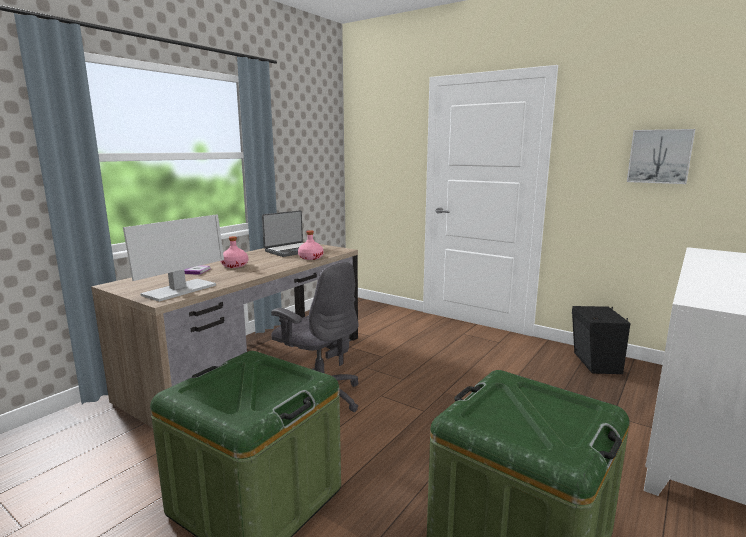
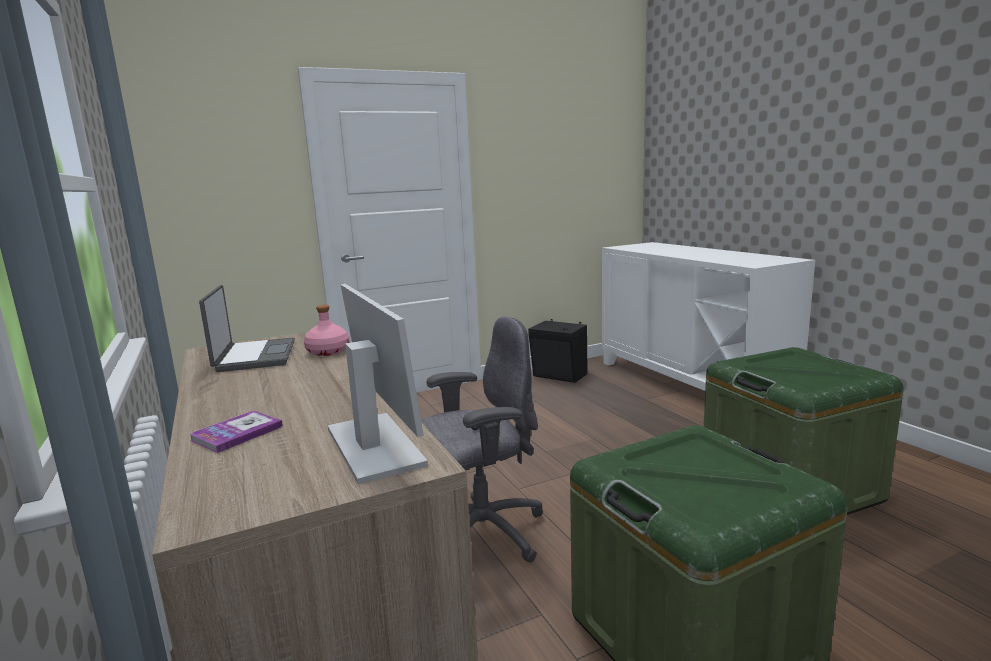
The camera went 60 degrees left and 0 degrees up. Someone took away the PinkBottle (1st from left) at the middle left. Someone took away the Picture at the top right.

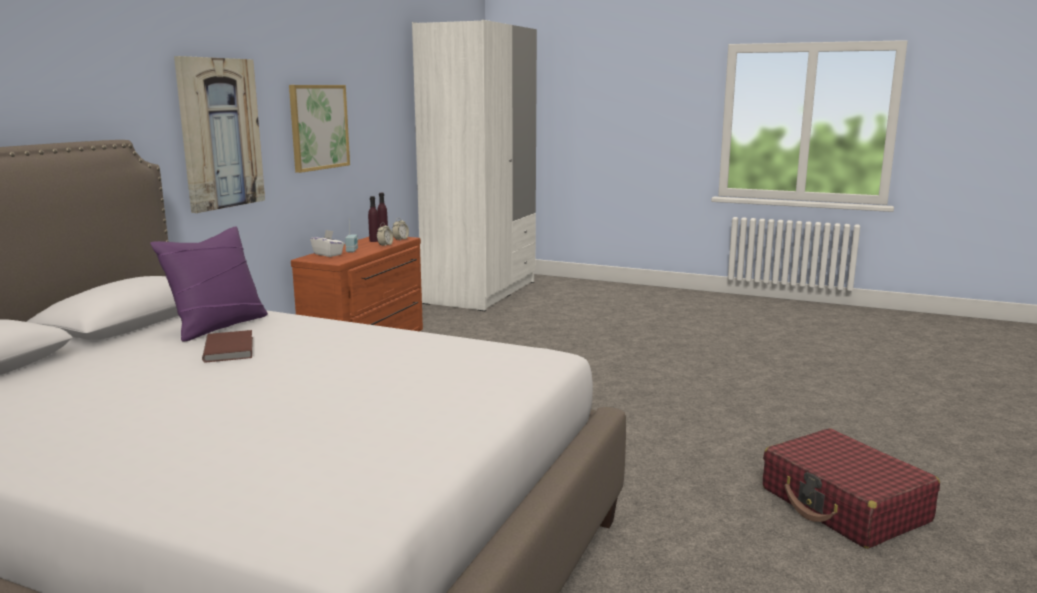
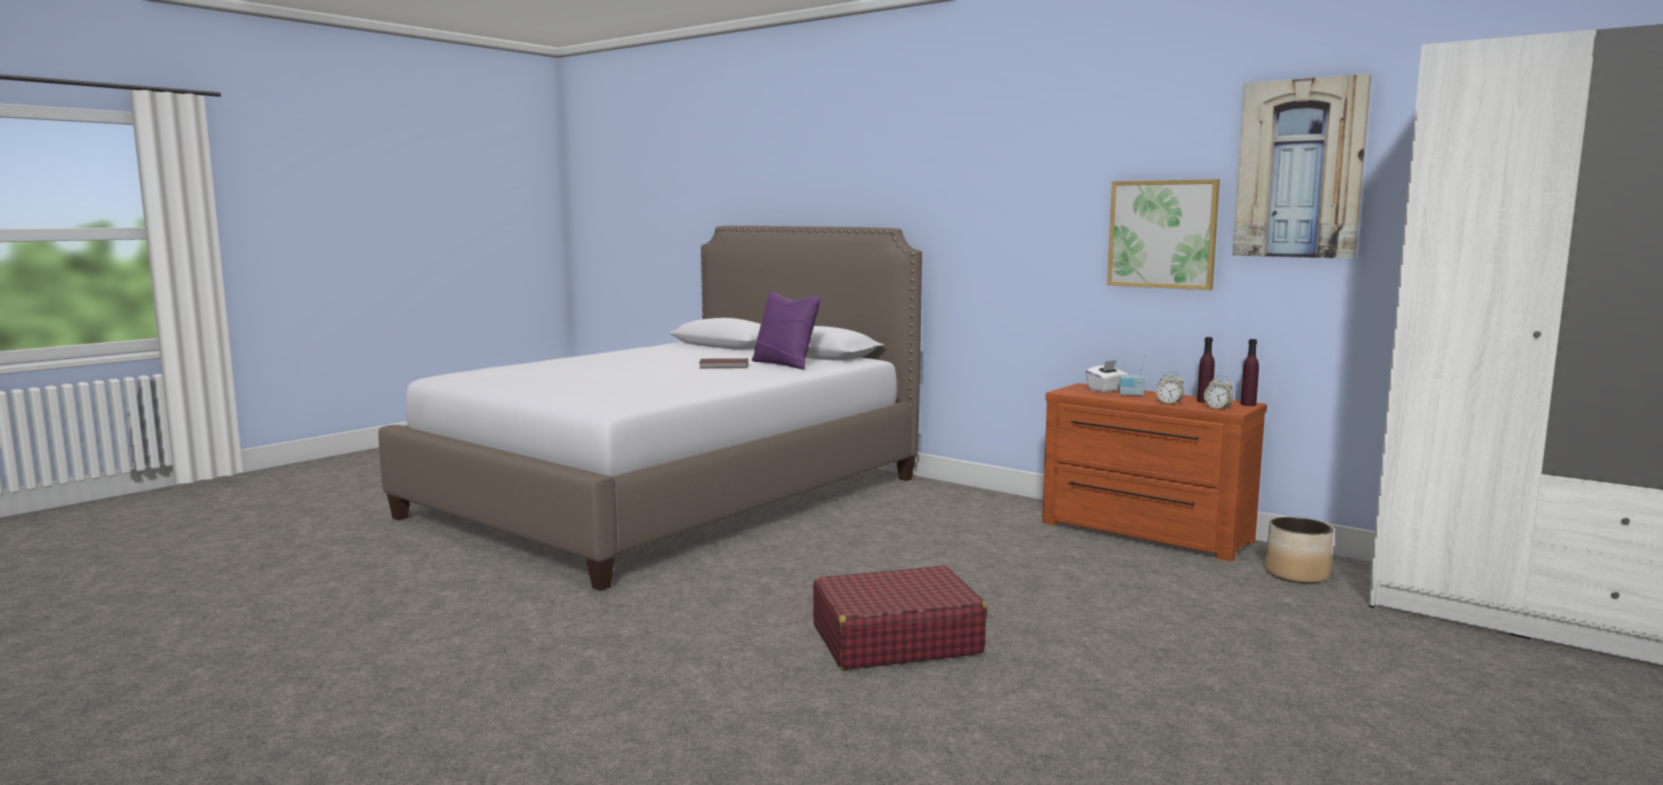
The camera went 105 degrees right and 5 degrees down. Someone put down the Planter at the bottom right. Someone carried the Picture (1st from left in the first image) from the top left to the top right. Someone carried the RedSuitcase from the bottom right to the bottom centre.

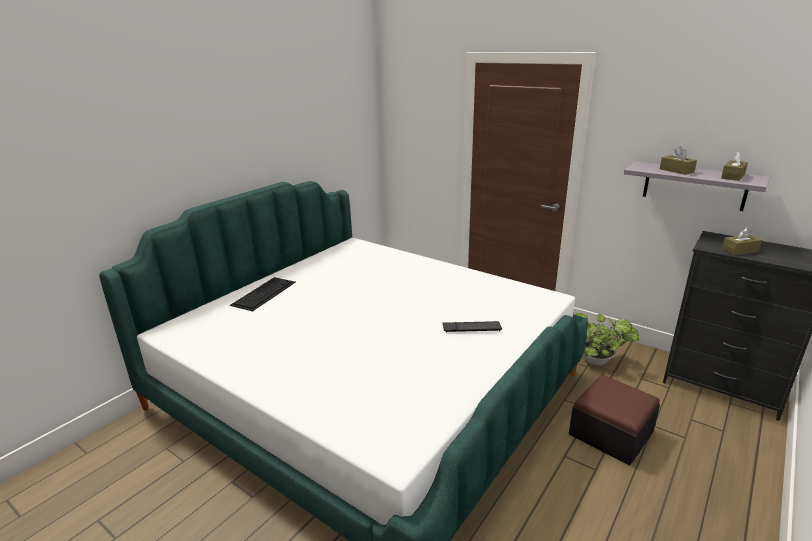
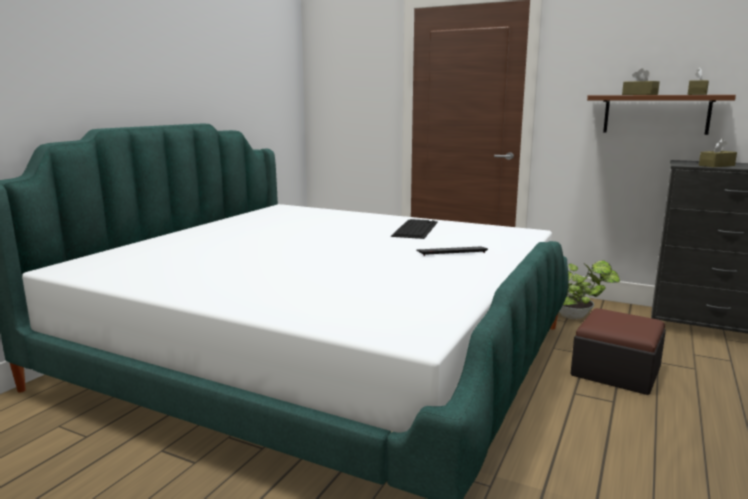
The camera went 10 degrees left and 10 degrees down. Someone carried the Keyboard (1st from left) from the middle left to the centre. Someone repainted the GreyShelf at the middle right, which became the BrownShelf at the top right.

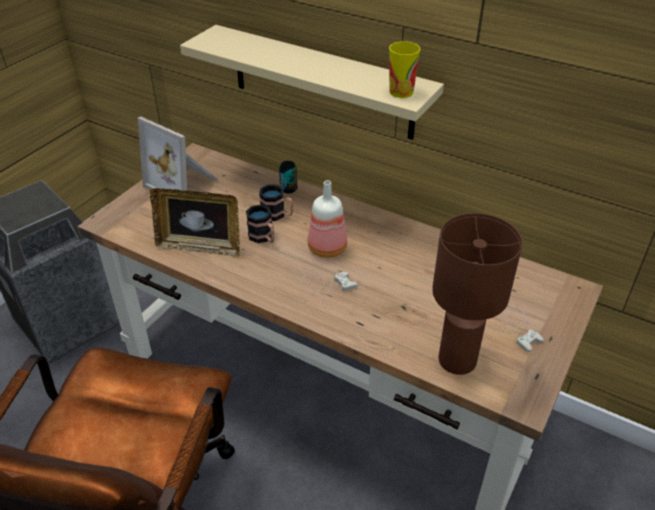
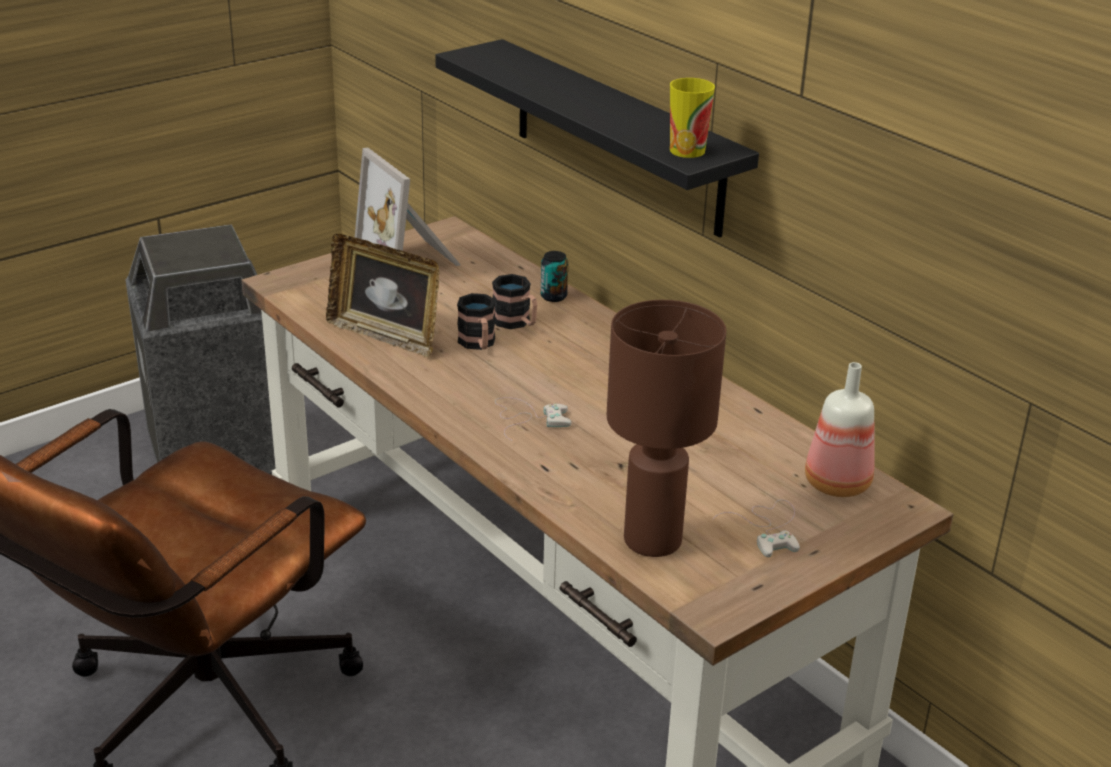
The camera went 20 degrees right and 10 degrees down. Someone carried the Bottle from the centre to the middle right. Someone repainted the BeigeShelf at the top centre, which became the BlackShelf at the top centre.

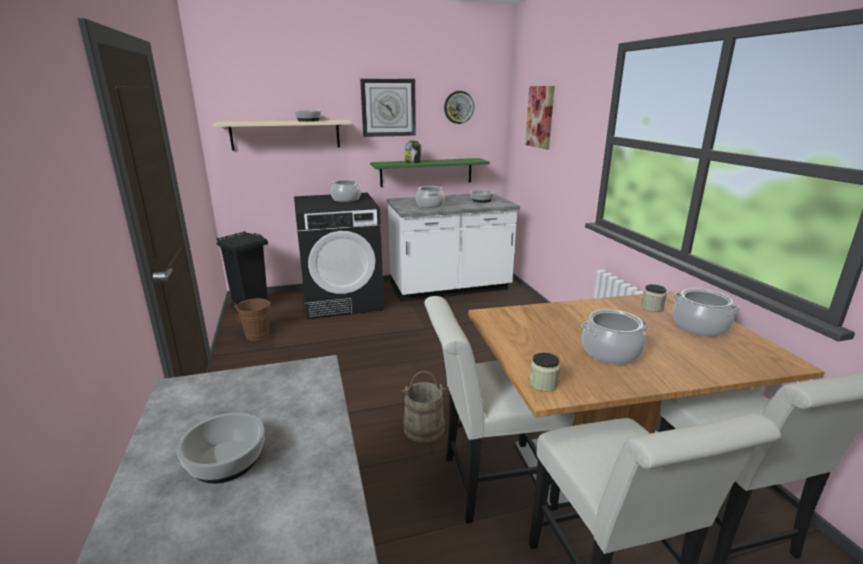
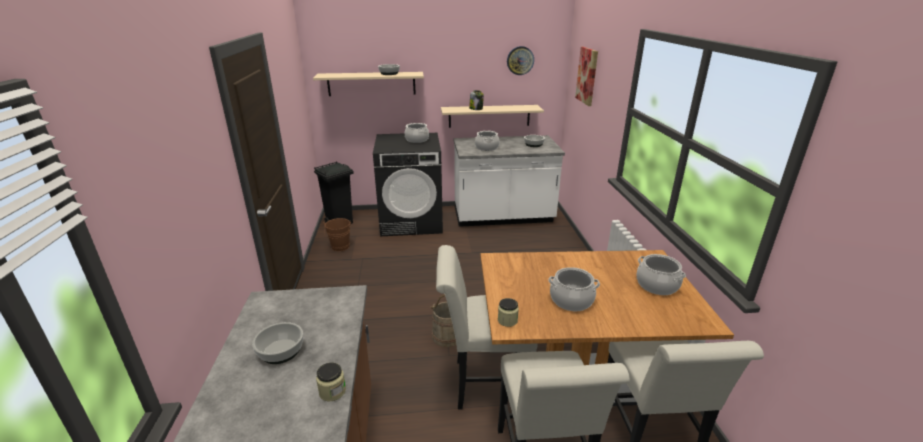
The camera went 10 degrees right and 5 degrees up. Someone took away the WallClock (1st from left) at the top centre. Someone carried the Jar (3rd from left in the first image) from the middle right to the bottom centre. Someone repainted the GreenShelf at the top centre, which became the BeigeShelf (2nd from left) at the top centre.

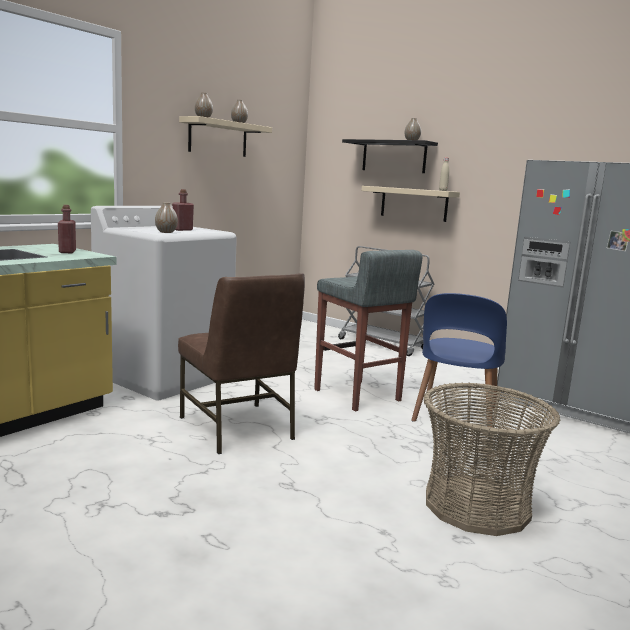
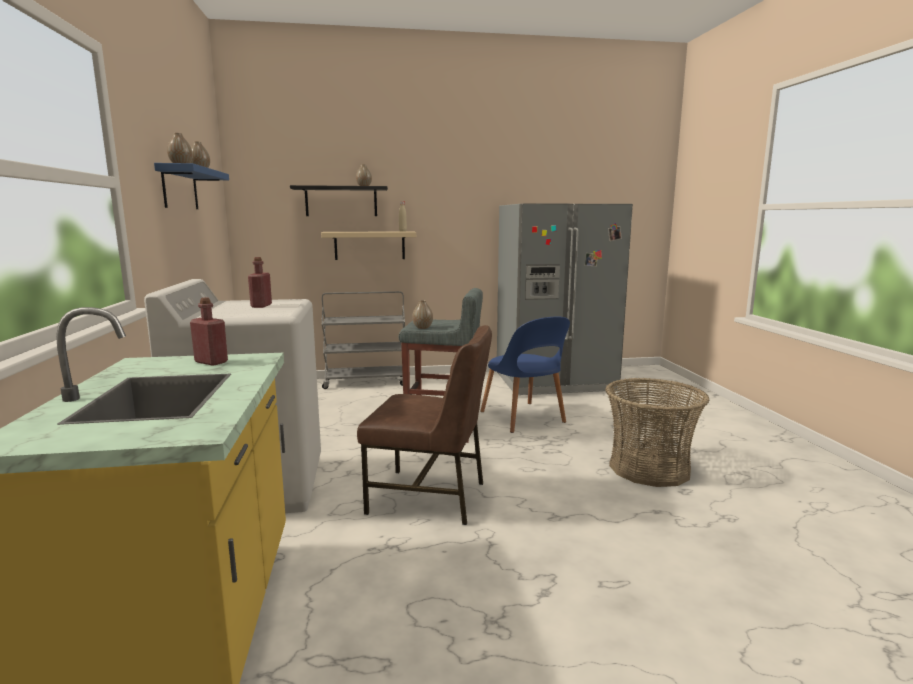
The camera went 45 degrees left and 0 degrees up. Someone carried the Vase (1st from left in the first image) from the middle left to the centre. Someone repainted the BeigeShelf (1st from left) at the top centre, which became the BlueShelf at the top left.

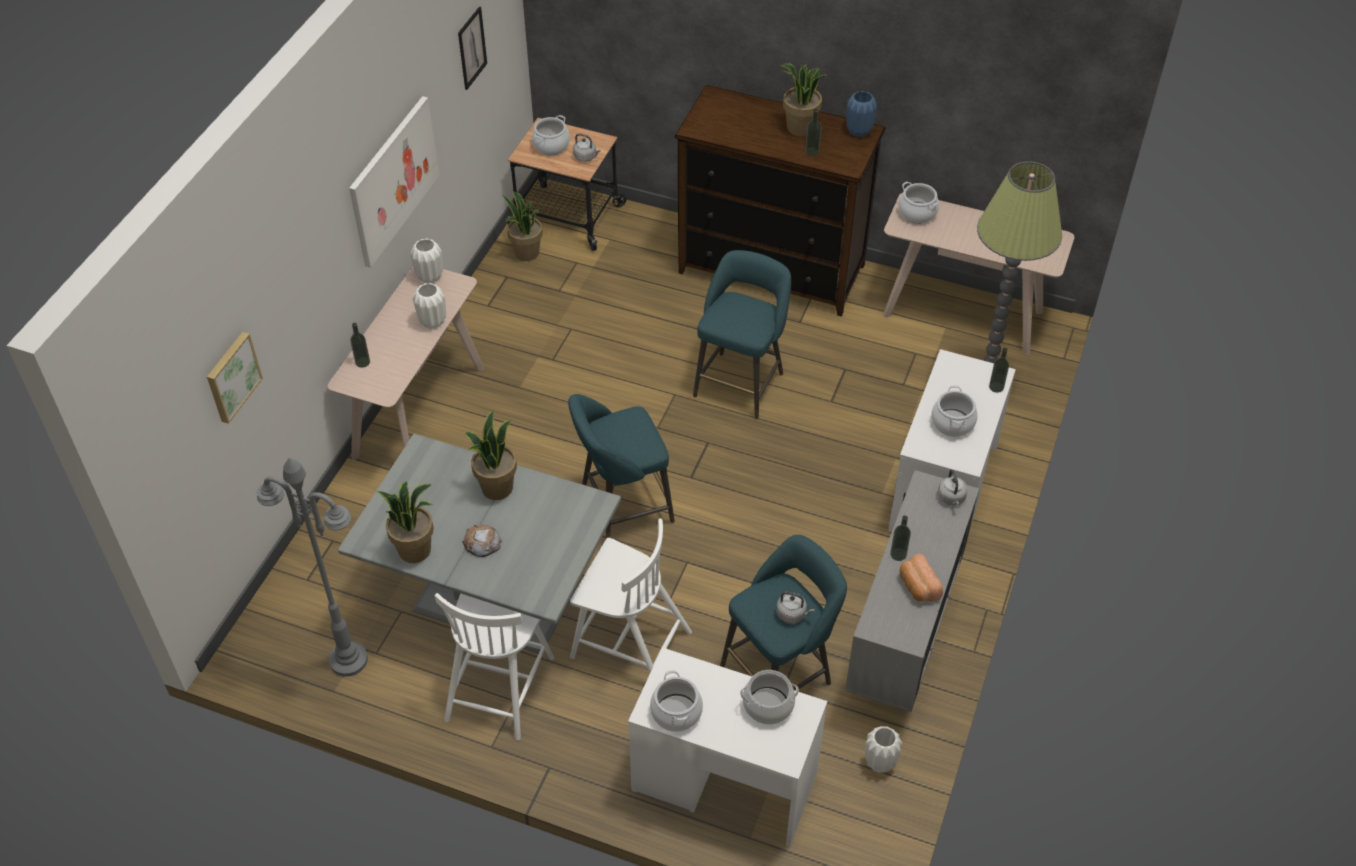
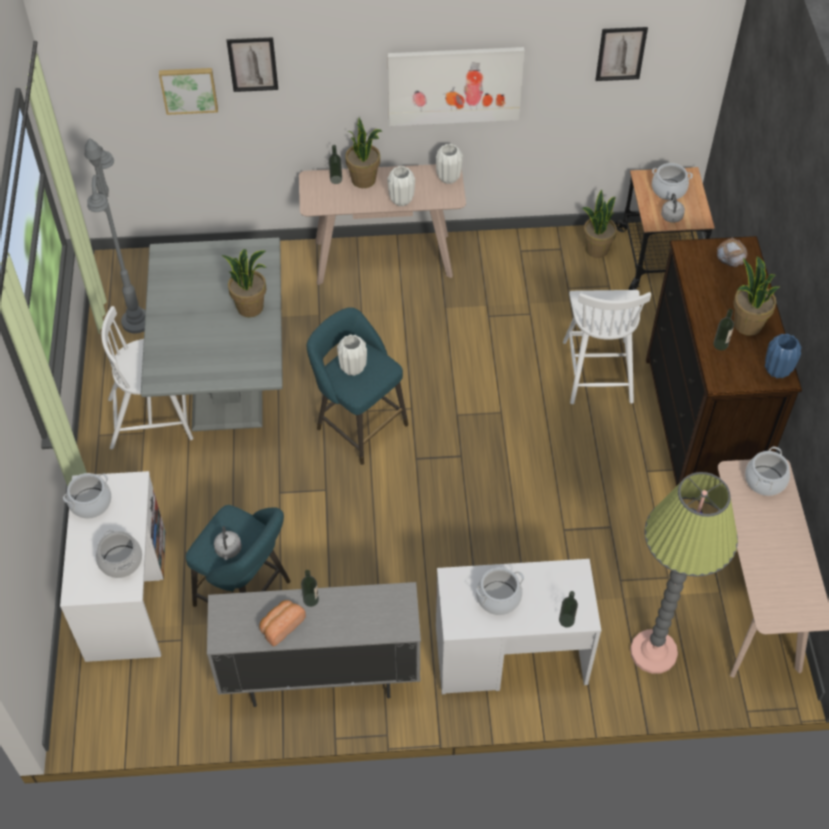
The camera went 65 degrees right and 5 degrees up. Someone took away the TurquoiseStool (2nd from left) at the centre. Someone took away the GreyKettle (3rd from left) at the middle right. Someone put up the Picture (2nd from left) at the top left. Someone carried the PottedPlant (1st from left in the first image) from the middle left to the top centre. Someone carried the Bread (1st from left in the first image) from the centre to the top right. Someone carried the WhiteChair (2nd from left) from the bottom centre to the middle right. Someone carried the WhiteVase (3rd from left in the first image) from the bottom centre to the centre.

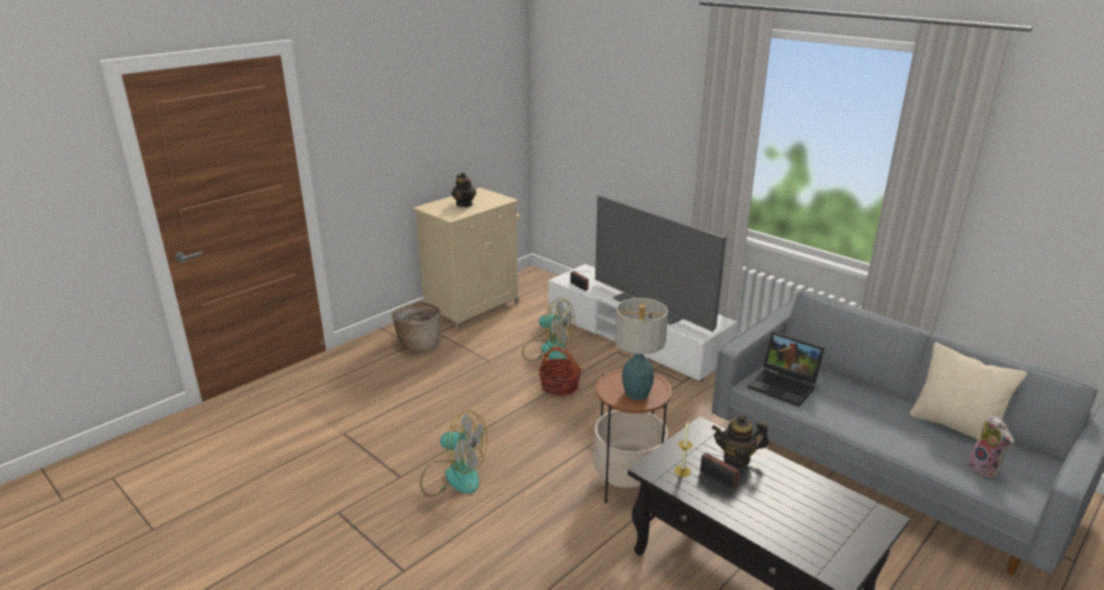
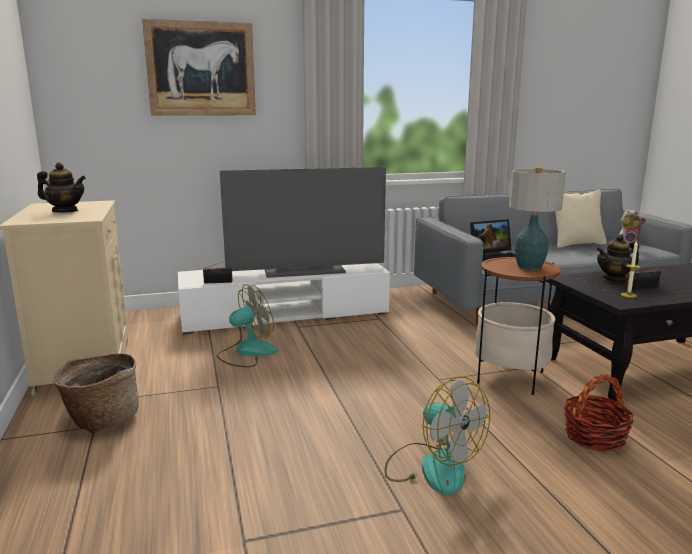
The camera went 60 degrees left and 10 degrees down. Someone put up the Picture at the top left. Someone carried the Basket (2nd from left) from the centre to the bottom right. Someone rotated the Fan (1st from left in the first image) at the bottom centre by 90 degrees clockwise. Someone rotated the Teapot (2nd from left) at the bottom right by 45 degrees clockwise.

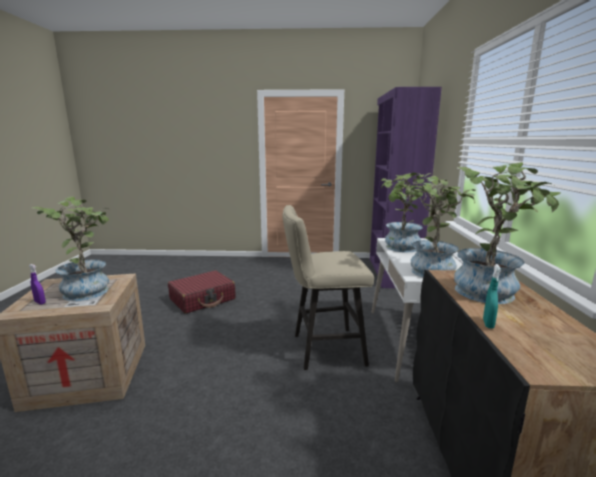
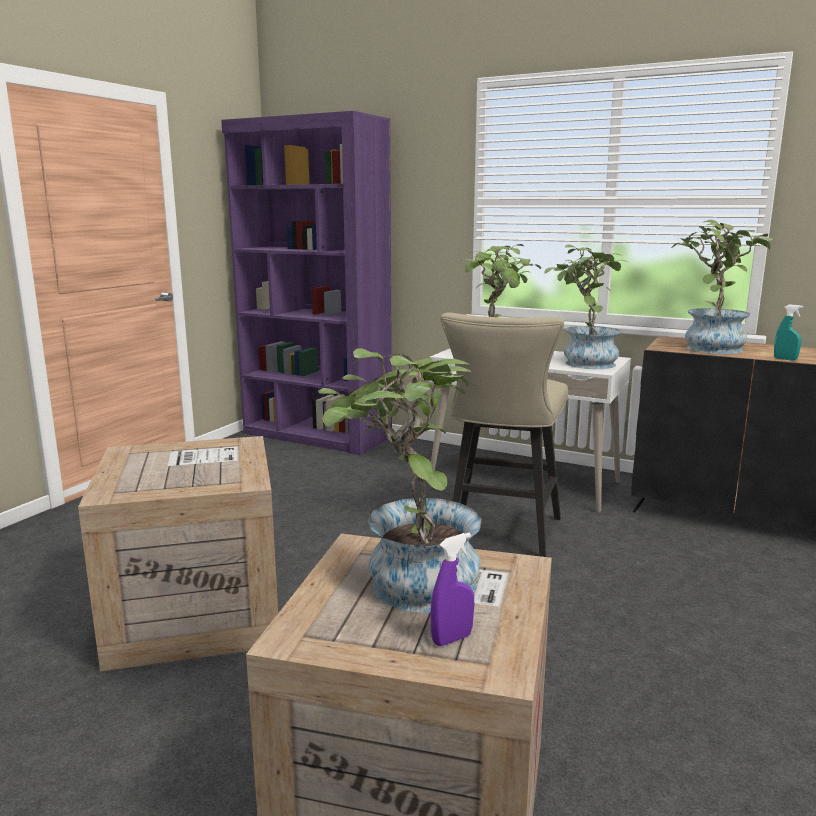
The camera went 65 degrees left and 0 degrees up. Someone swapped the RedSuitcase at the centre for the Crate (1st from left) at the bottom left.

